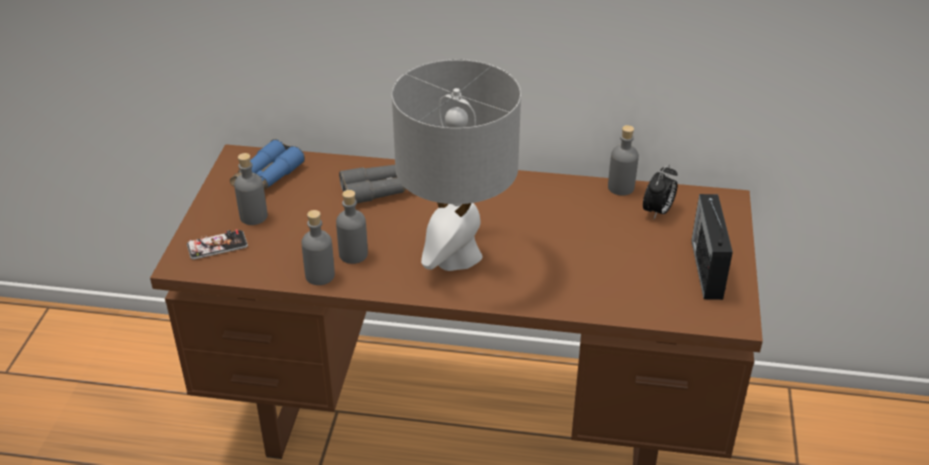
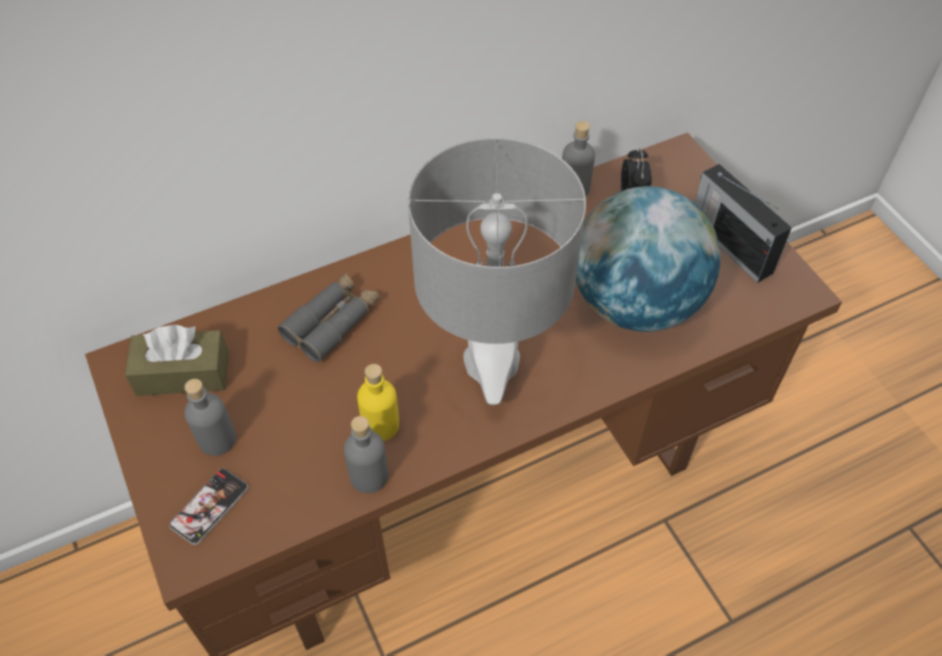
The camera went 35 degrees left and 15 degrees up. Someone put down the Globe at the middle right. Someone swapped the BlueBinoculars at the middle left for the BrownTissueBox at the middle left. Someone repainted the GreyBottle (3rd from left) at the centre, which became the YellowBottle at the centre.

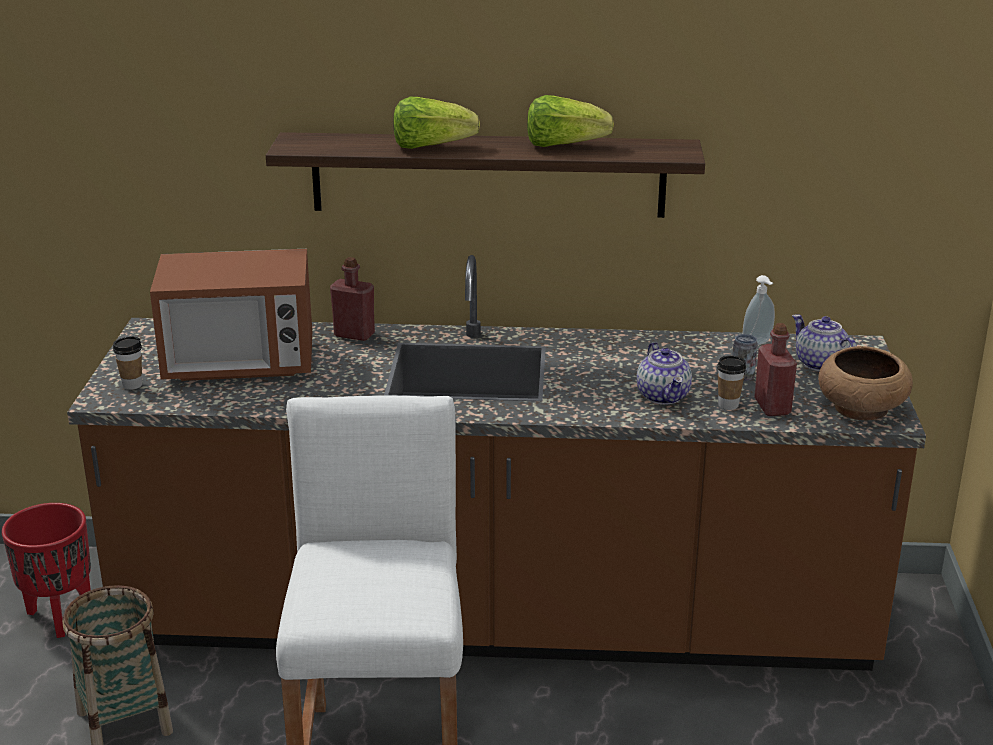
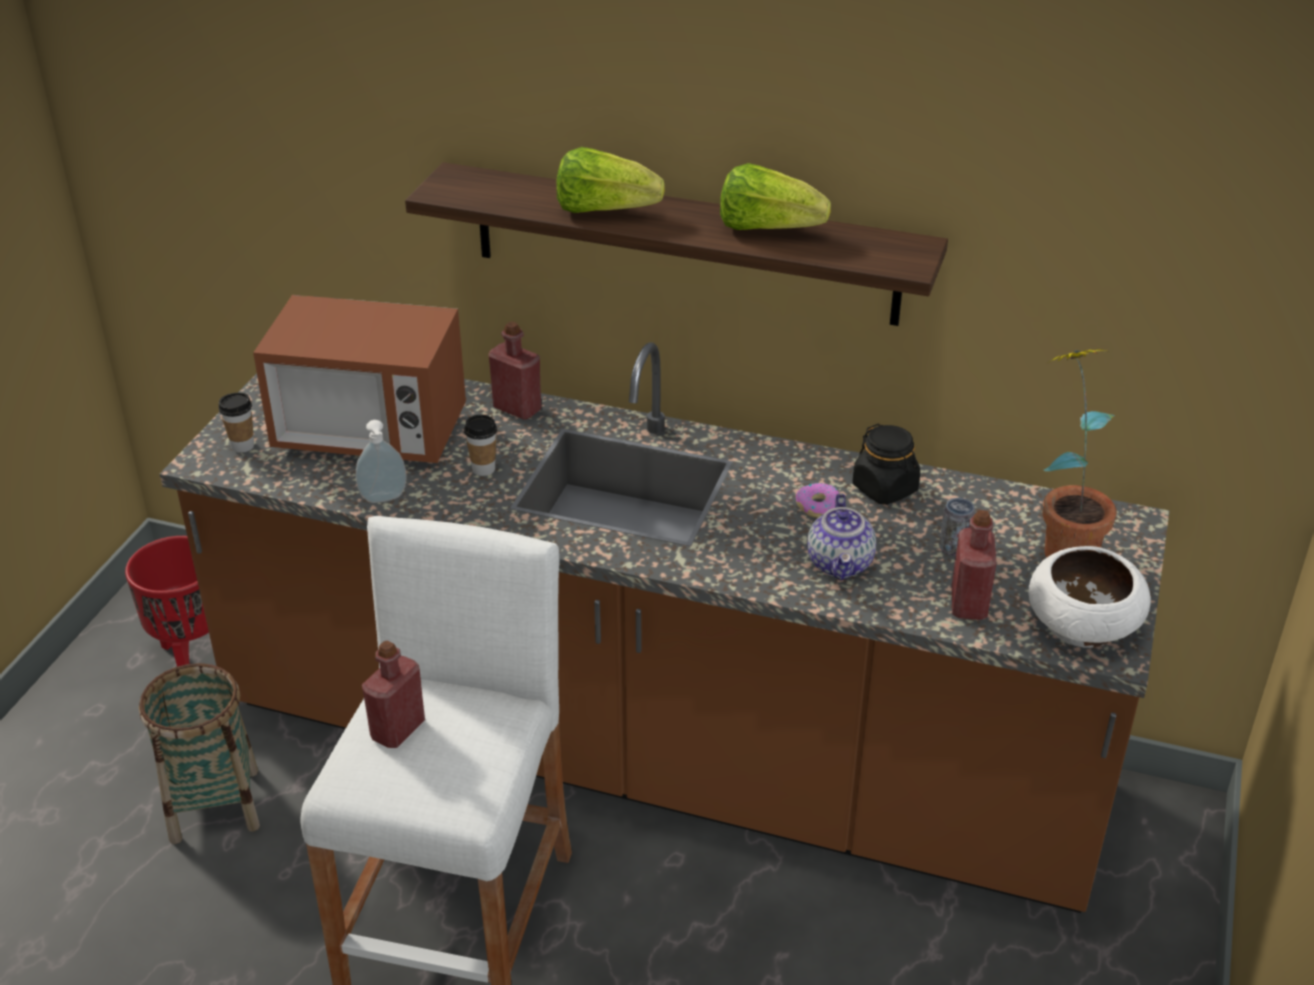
The camera went 15 degrees right and 10 degrees up. Someone put down the RedBottle (1st from left) at the bottom left. Someone put down the Donut at the centre. Someone put down the BlackJar at the middle right. Someone carried the Cup (2nd from left) from the middle right to the centre. Someone carried the SoapDispenser from the middle right to the middle left. Someone swapped the Teapot (2nd from left) at the middle right for the PottedPlant at the middle right. Someone repainted the BrownBowl at the middle right, which became the WhiteBowl at the middle right.

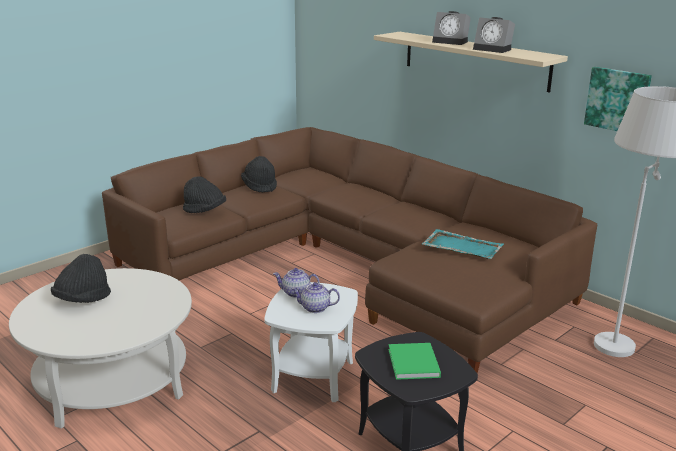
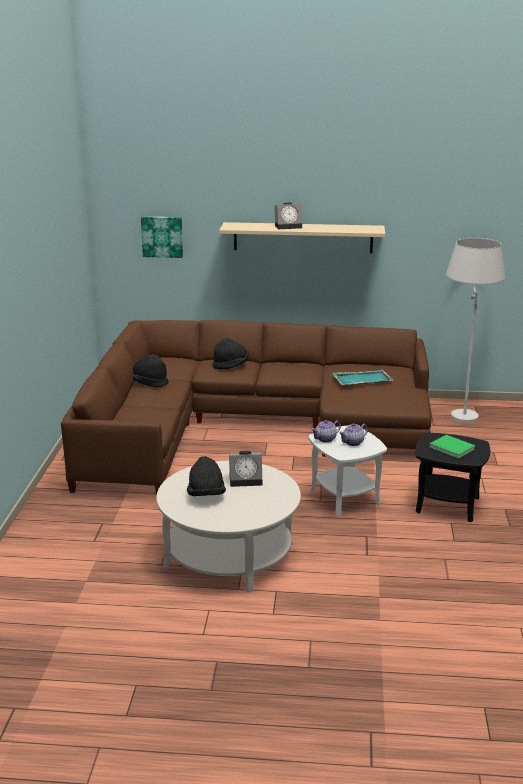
The camera went 40 degrees left and 0 degrees up. Someone carried the BlackHat (2nd from left in the first image) from the middle left to the centre. Someone carried the AlarmClock (2nd from left in the first image) from the top right to the centre. Someone carried the Picture from the top right to the top left.

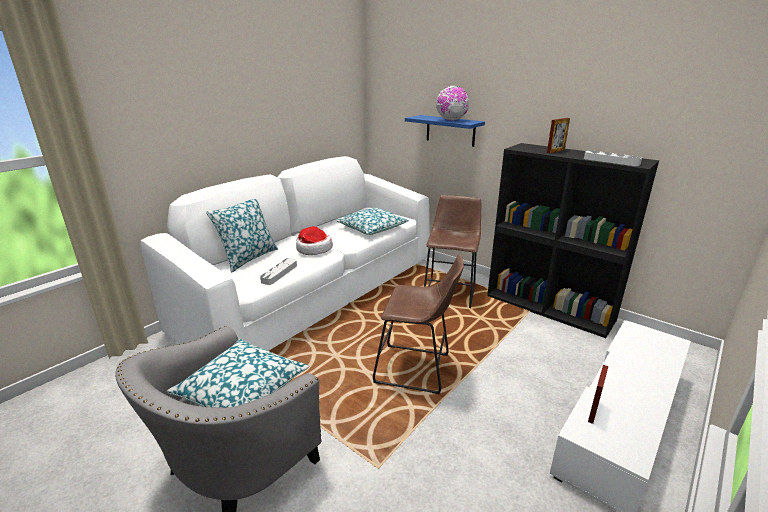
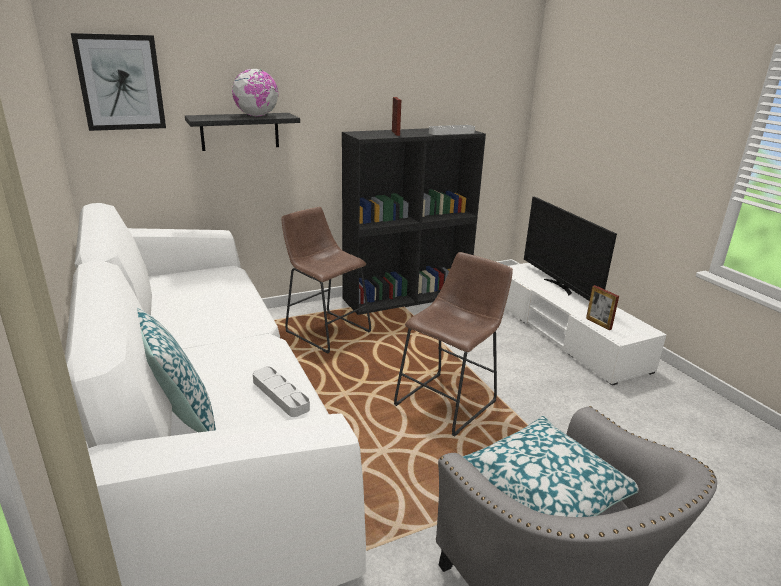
The camera went 65 degrees left and 0 degrees up. Someone took away the Hat at the centre. Someone took away the Pillow (3rd from left) at the centre. Someone put up the Picture at the top left. Someone put down the Television at the middle right. Someone repainted the BlueShelf at the top centre, which became the BlackShelf at the top left.

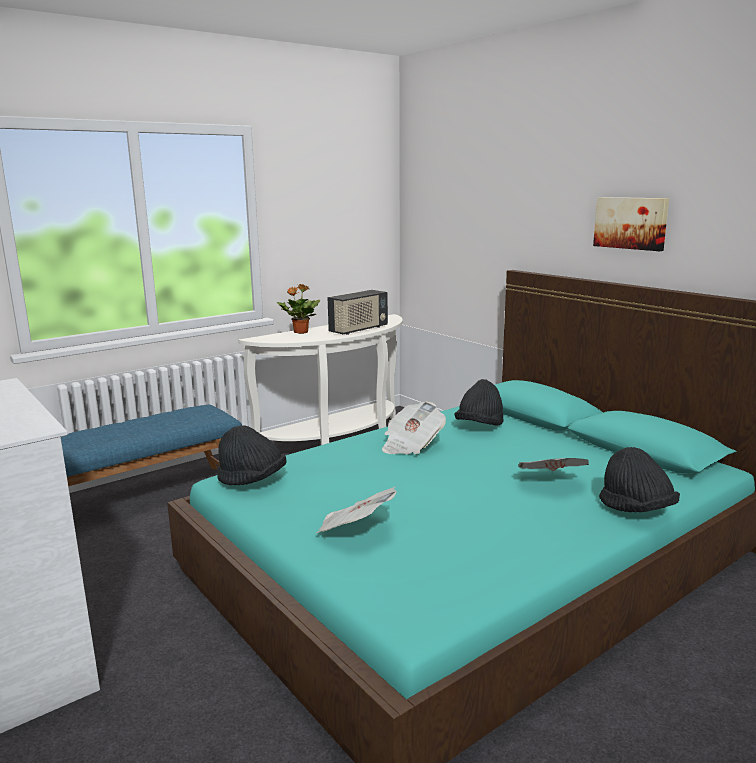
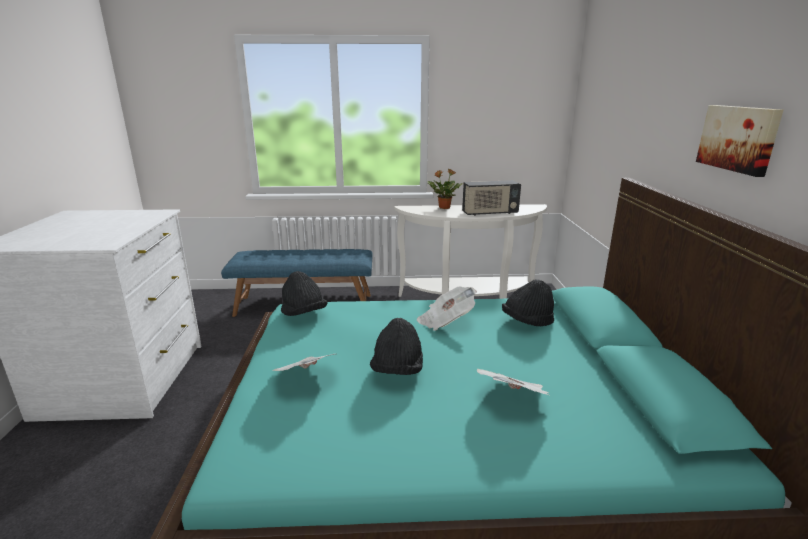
The camera went 35 degrees right and 5 degrees up. Someone carried the BlackHat (3rd from left in the first image) from the middle right to the centre.

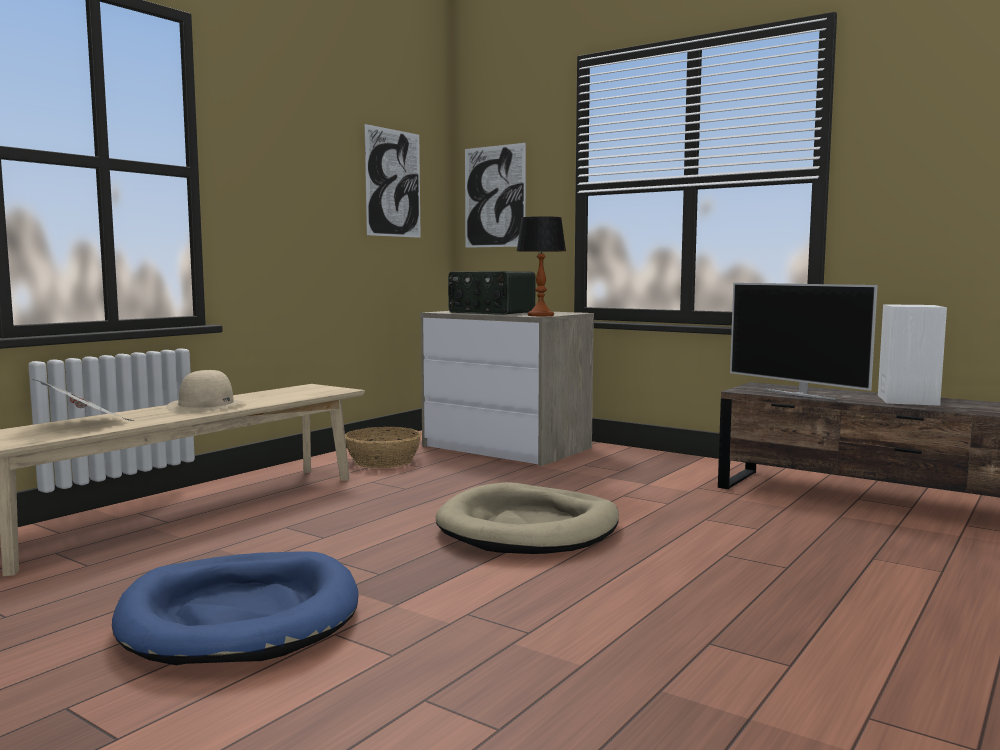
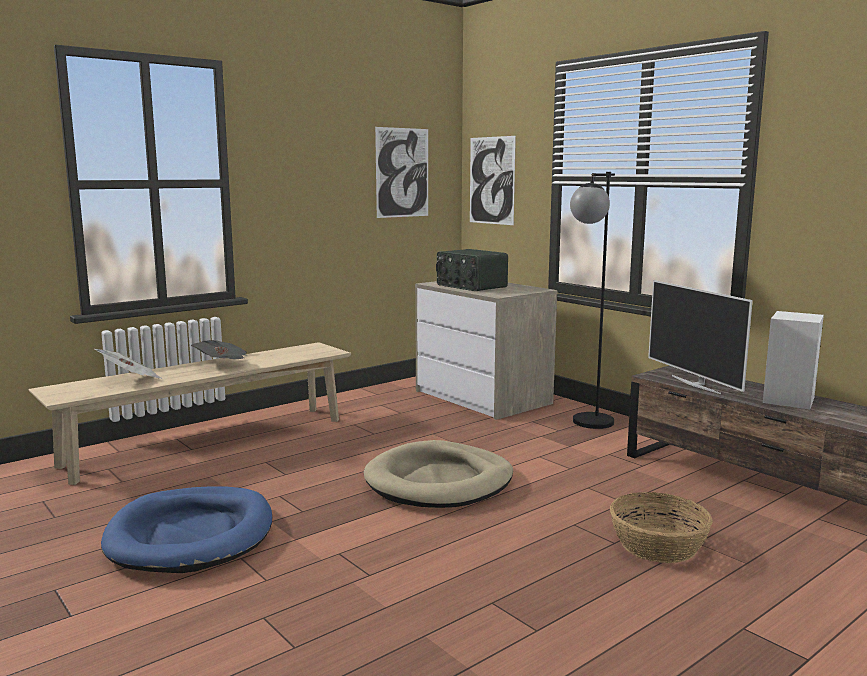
The camera went 15 degrees right and 5 degrees up. Someone took away the TableLamp at the centre. Someone put down the BlackFloorLamp at the middle right. Someone carried the Basket from the centre to the bottom right. Someone swapped the BeigeHat at the middle left for the Newspaper (2nd from left) at the middle left.

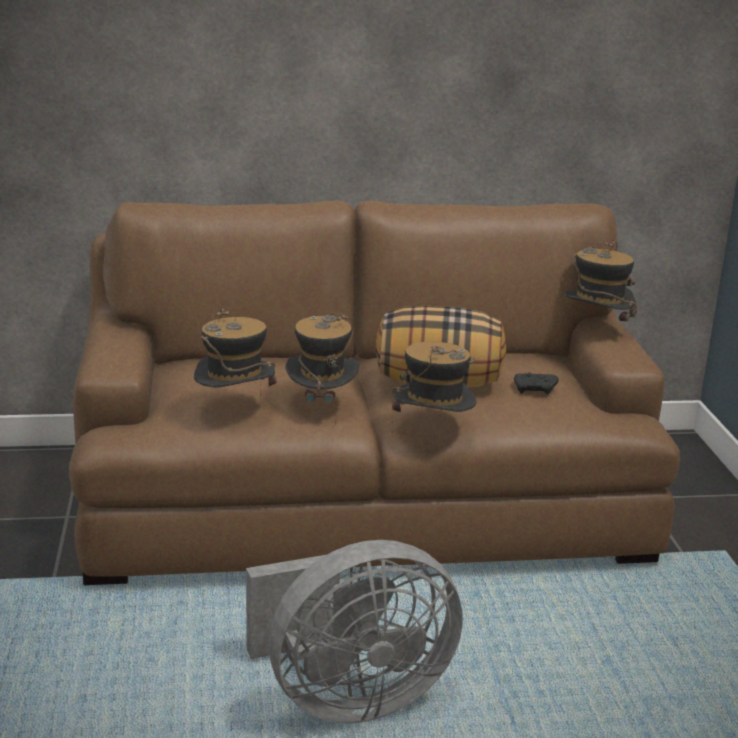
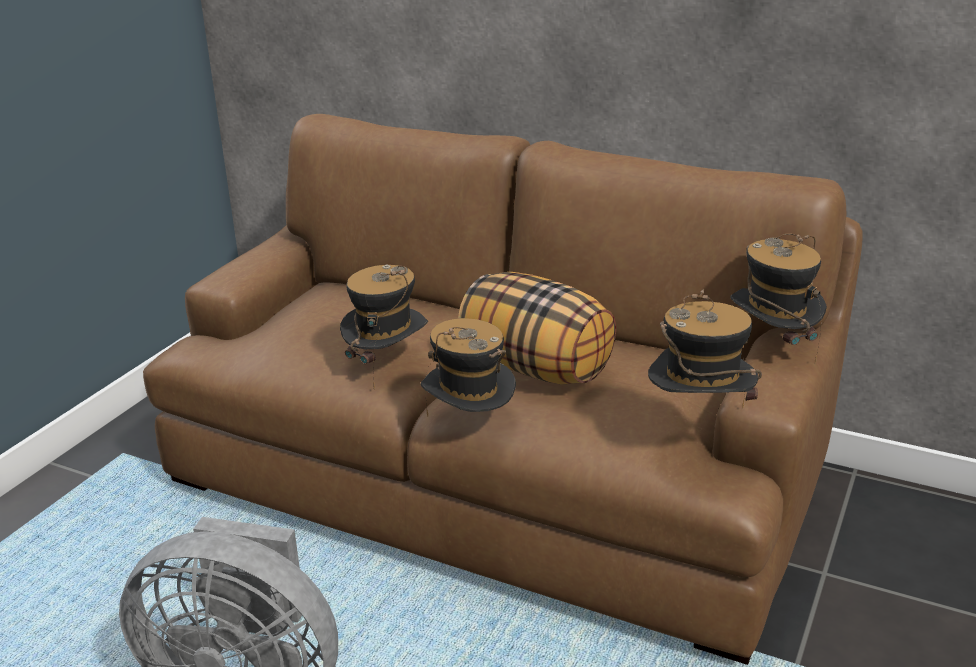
The camera went 35 degrees right and 5 degrees up. Someone took away the BlackGameController at the middle right. Someone carried the Hat (1st from left in the first image) from the middle left to the middle right.

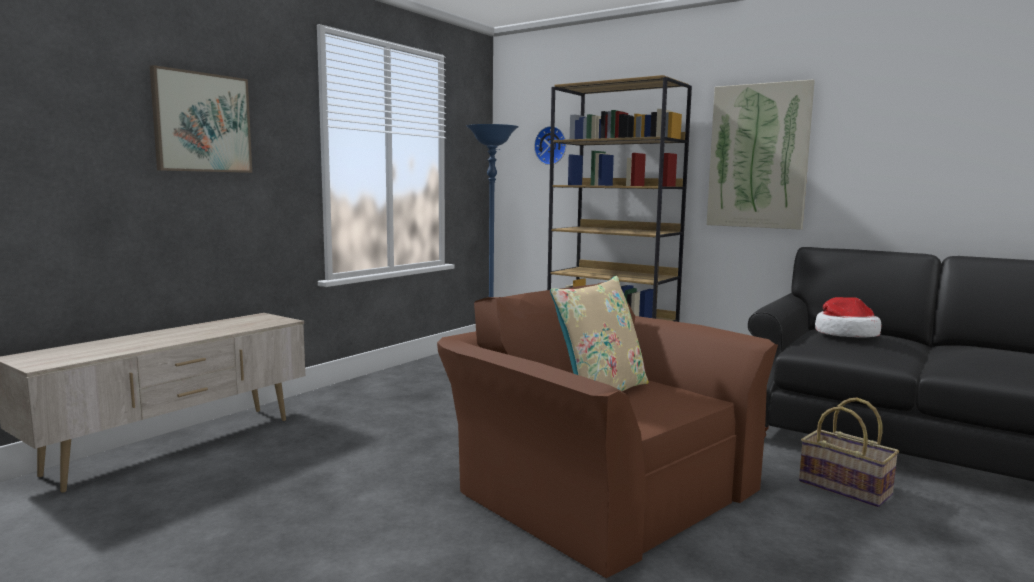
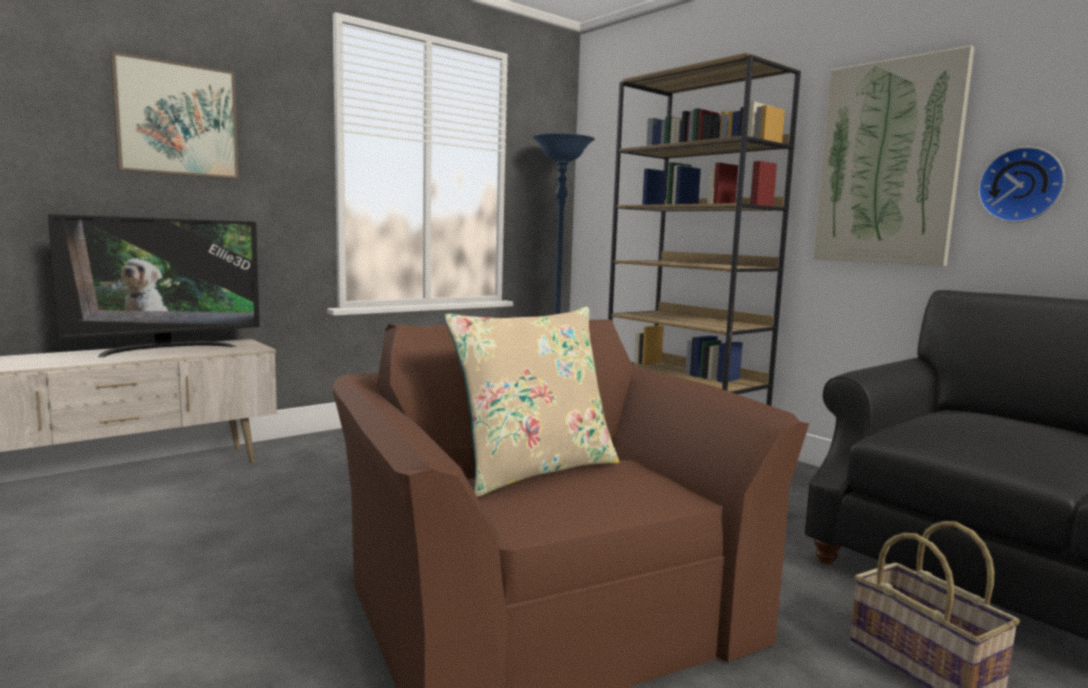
The camera went 15 degrees right and 0 degrees up. Someone took away the Hat at the middle right. Someone put down the Television at the middle left. Someone carried the WallClock from the top centre to the top right.

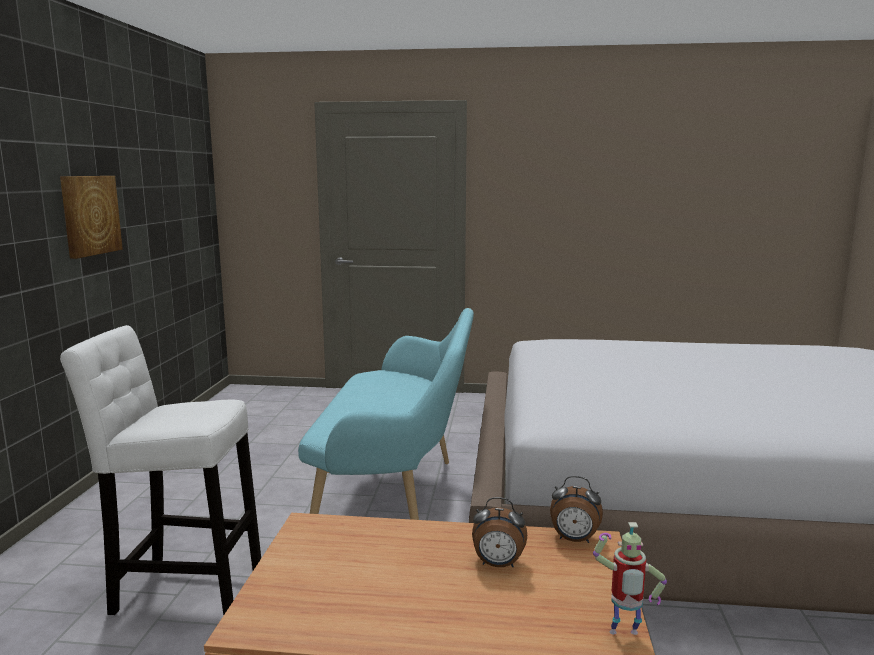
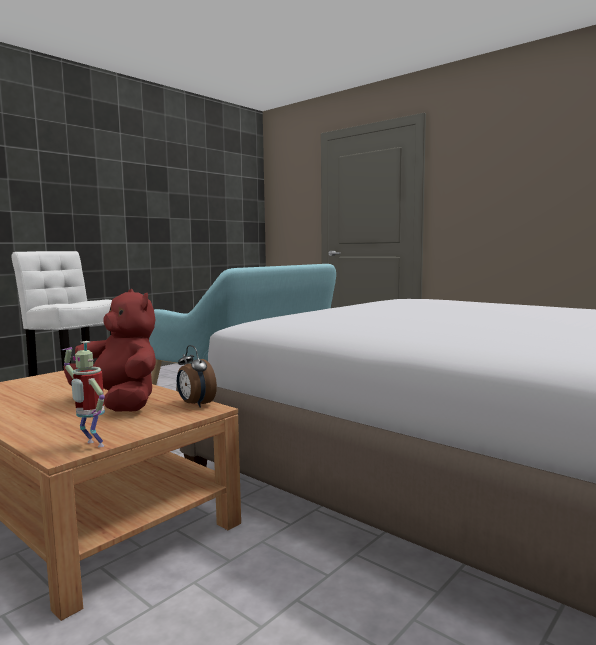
The camera went 35 degrees right and 5 degrees down. Someone took away the Picture at the top left. Someone swapped the AlarmClock (1st from left) at the bottom centre for the RedPlushToy at the middle left.

